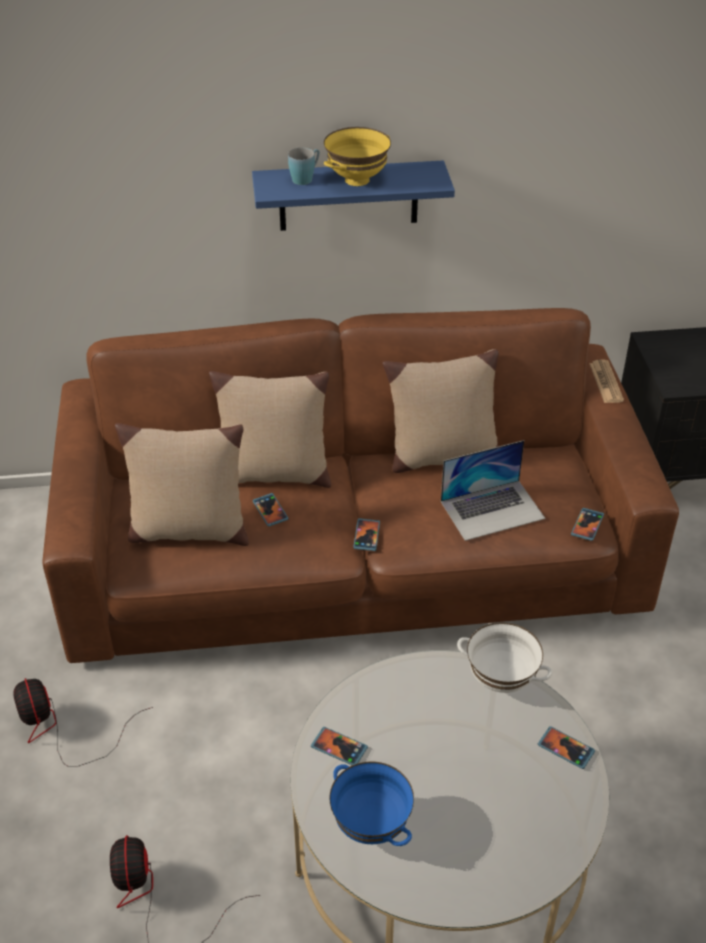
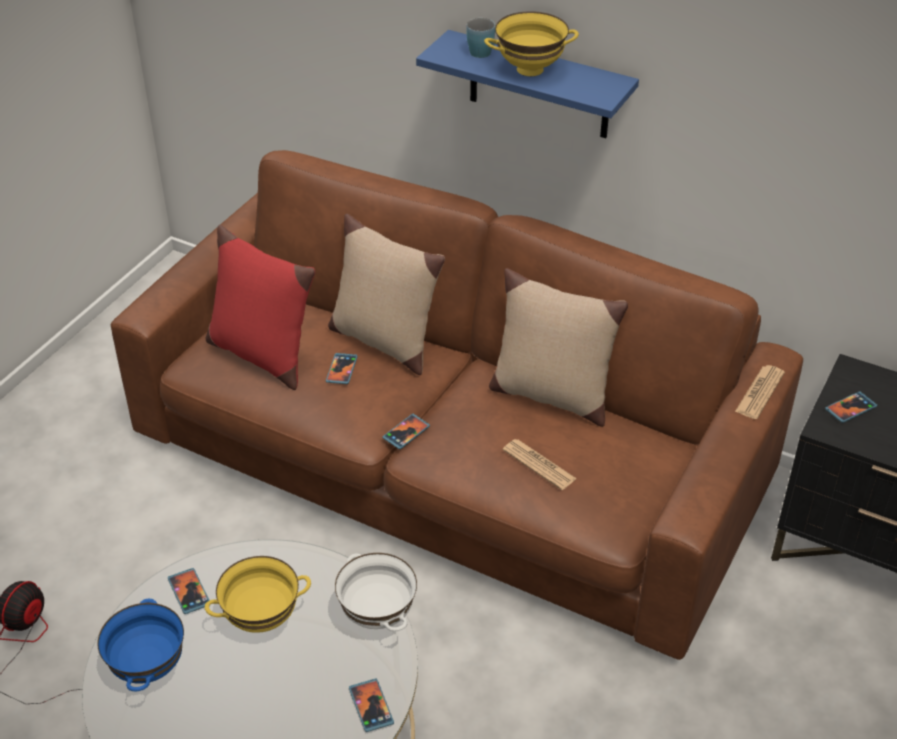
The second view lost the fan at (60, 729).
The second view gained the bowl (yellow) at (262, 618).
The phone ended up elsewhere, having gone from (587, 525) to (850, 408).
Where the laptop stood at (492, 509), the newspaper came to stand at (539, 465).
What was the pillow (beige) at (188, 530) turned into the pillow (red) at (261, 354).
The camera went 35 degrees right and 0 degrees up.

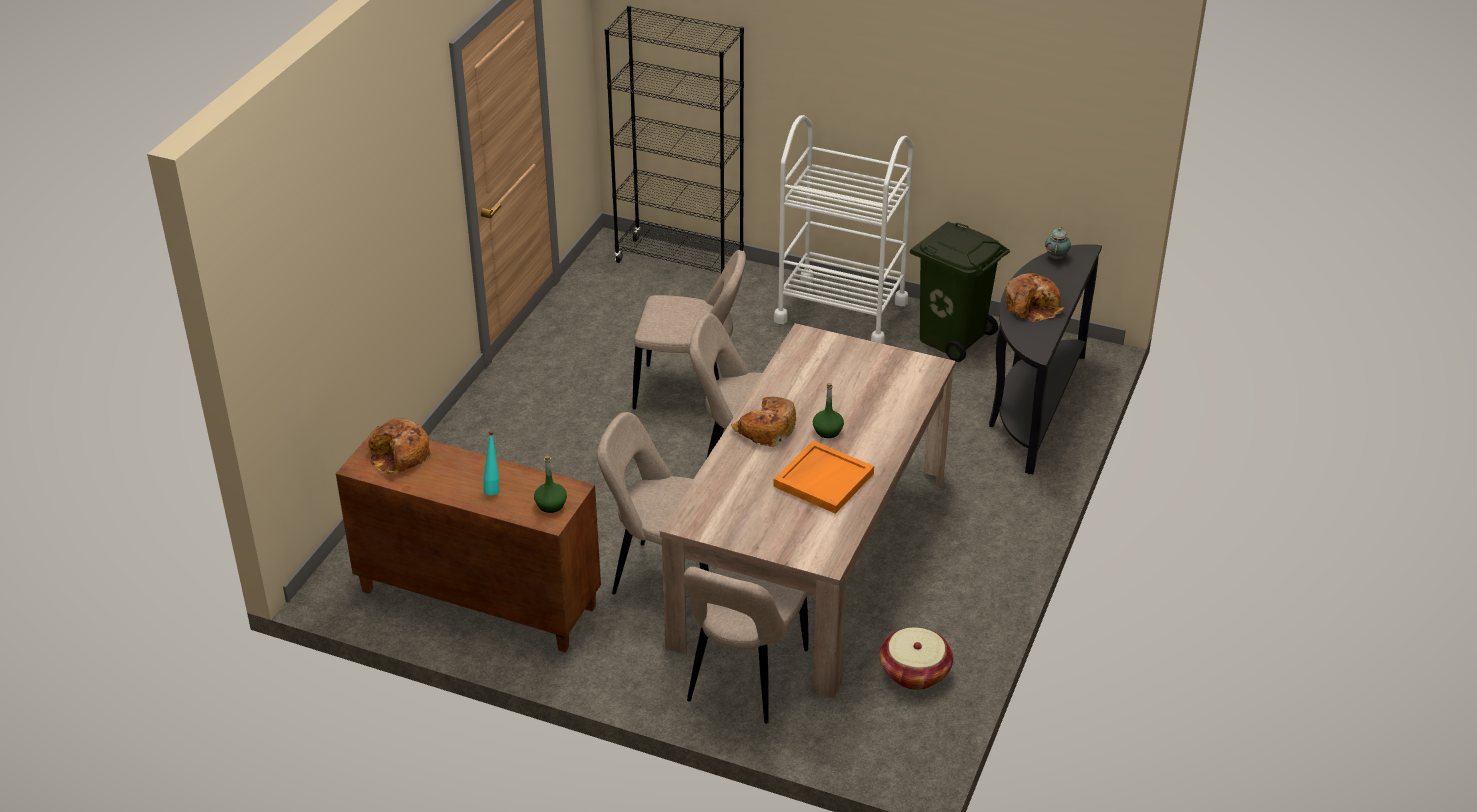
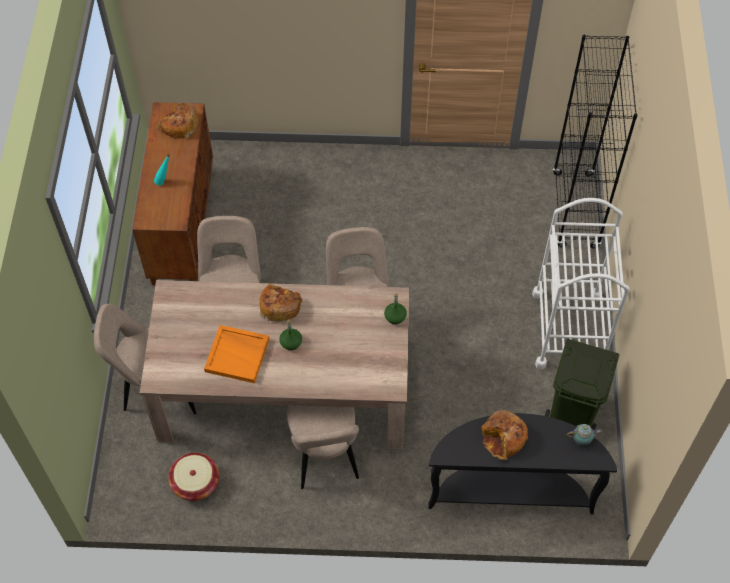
The bottle (green) ended up elsewhere, having gone from (551, 505) to (395, 317).
The chair (beige) ended up elsewhere, having gone from (691, 393) to (324, 454).
The camera went 70 degrees right and 20 degrees up.

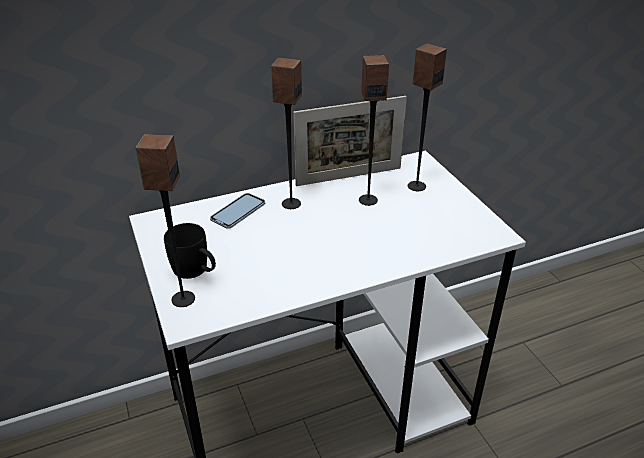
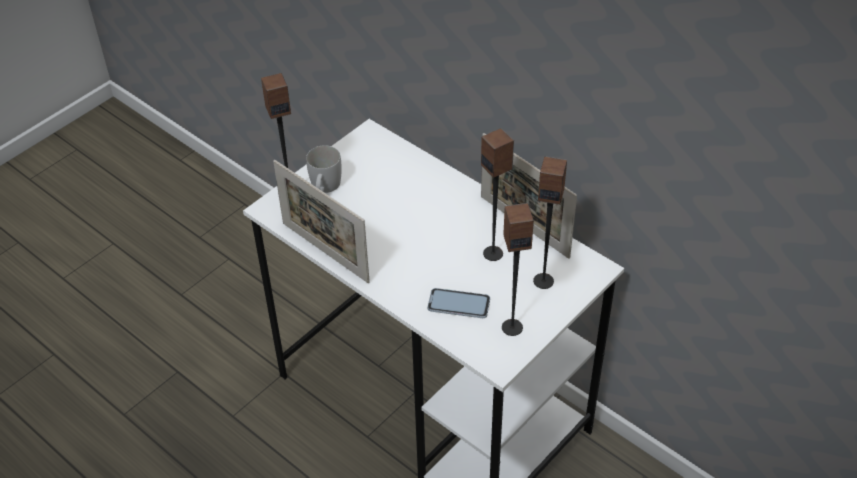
The second view gained the picture frame at (325, 252).
The phone ended up elsewhere, having gone from (238, 211) to (458, 304).
The speaker ended up elsewhere, having gone from (291, 203) to (512, 327).
What was the mug (black) at (195, 271) turned into the mug (white) at (324, 188).
The camera went 65 degrees right and 10 degrees up.

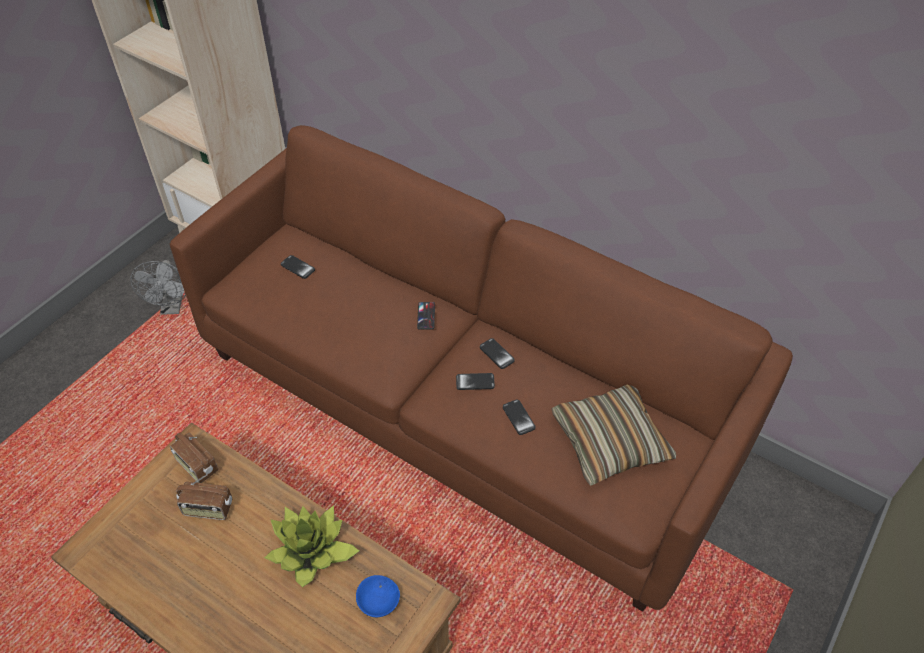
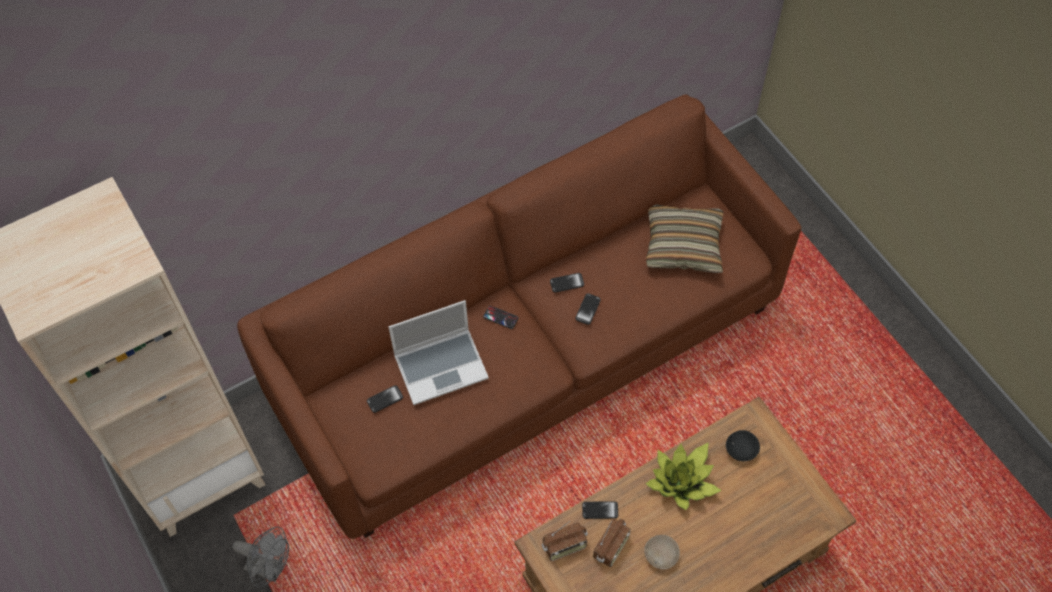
The second view gained the laptop at (441, 366).
The second view gained the bowl (beige) at (662, 555).
The phone ended up elsewhere, having gone from (518, 417) to (600, 510).
What was the bowl (blue) at (377, 601) turned into the bowl (black) at (741, 450).
The camera went 65 degrees left and 10 degrees up.

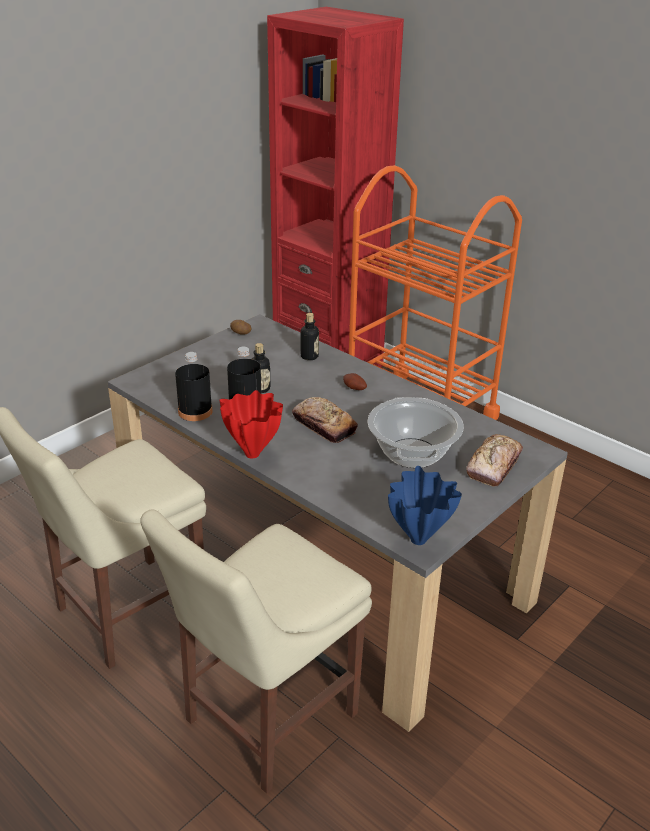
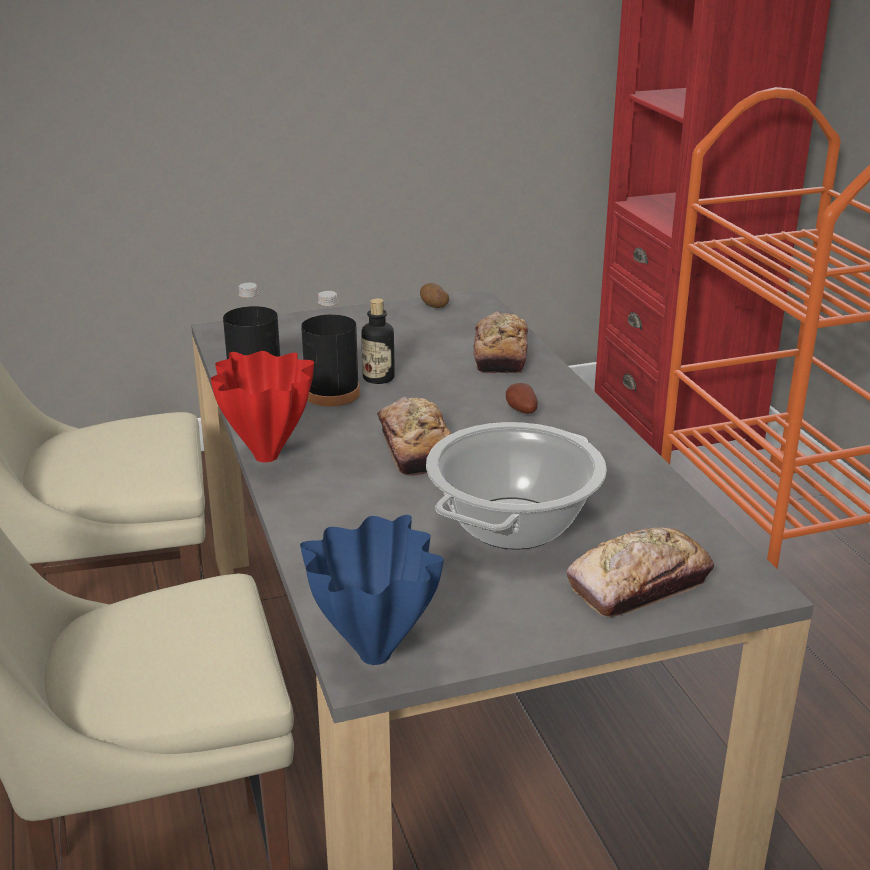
Where the bottle stood at (309, 356), the bread came to stand at (500, 354).
The camera went 30 degrees right and 5 degrees down.

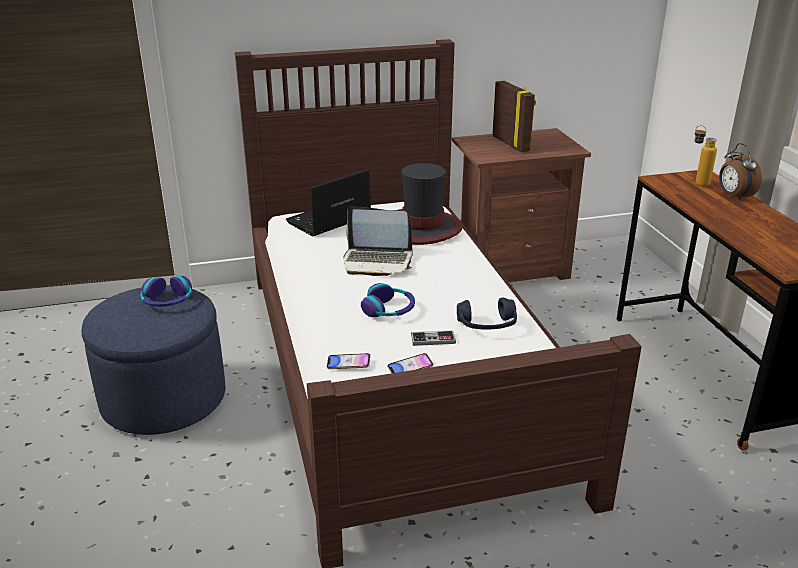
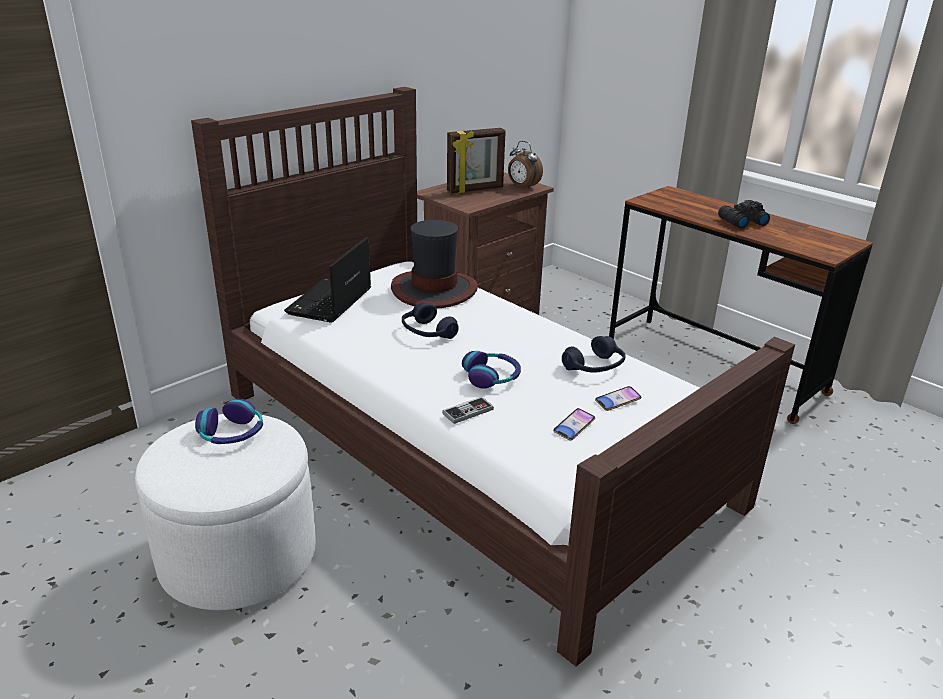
The second view lost the bottle at (697, 182).
The second view gained the binoculars (black) at (741, 221).
The phone ended up elsewhere, having gone from (348, 364) to (617, 401).
The game controller ended up elsewhere, having gone from (433, 339) to (468, 412).
The alarm clock ended up elsewhere, having gone from (733, 196) to (522, 187).
Where the laptop stood at (377, 261), the headphones (blue) came to stand at (427, 332).
What was the ottoman (blue) at (164, 399) turned into the ottoman (white) at (238, 556).
The picture frame at (511, 144) ended up facing another way, 120 degrees clockwise from before.
The camera went 30 degrees left and 0 degrees up.

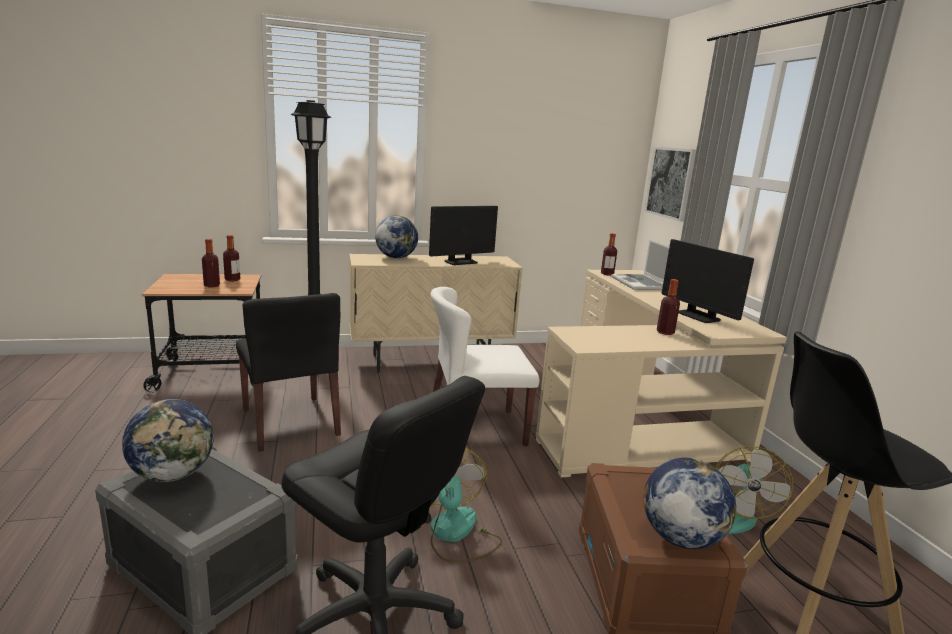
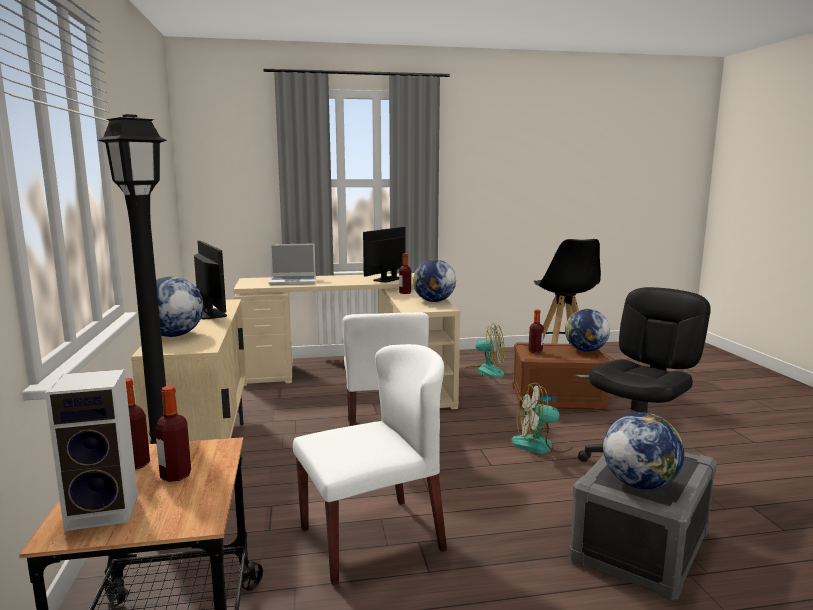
The second view lost the picture at (671, 182).
The second view gained the speaker at (106, 510).
The second view gained the globe at (434, 301).
The bottle ended up elsewhere, having gone from (607, 274) to (535, 351).
What was the chair (black) at (290, 422) turned into the chair (white) at (372, 538).
The monitor at (698, 316) ended up facing another way, 150 degrees clockwise from before.
The camera went 85 degrees left and 5 degrees down.

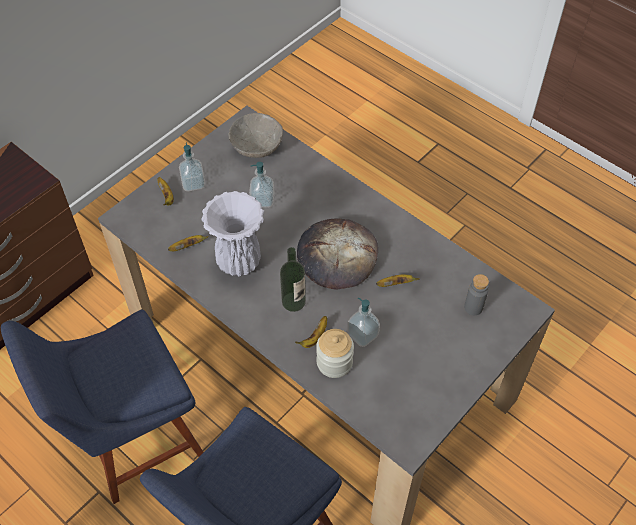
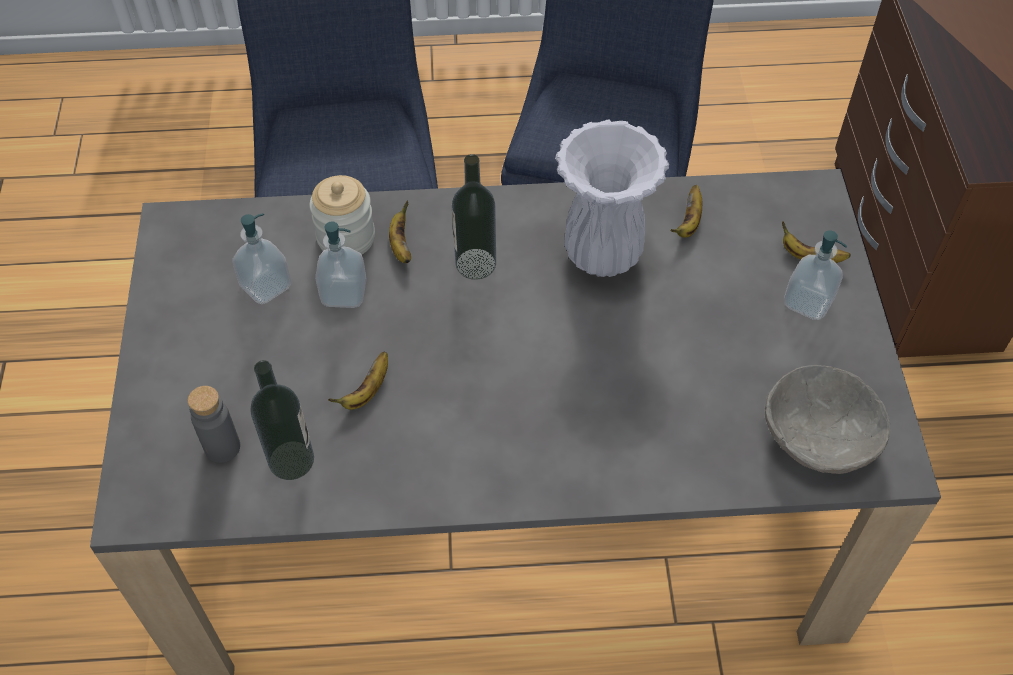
The second view lost the bread at (337, 256).
The second view gained the bottle at (291, 460).
The soap dispenser ended up elsewhere, having gone from (262, 200) to (266, 286).
The camera went 135 degrees right and 0 degrees up.

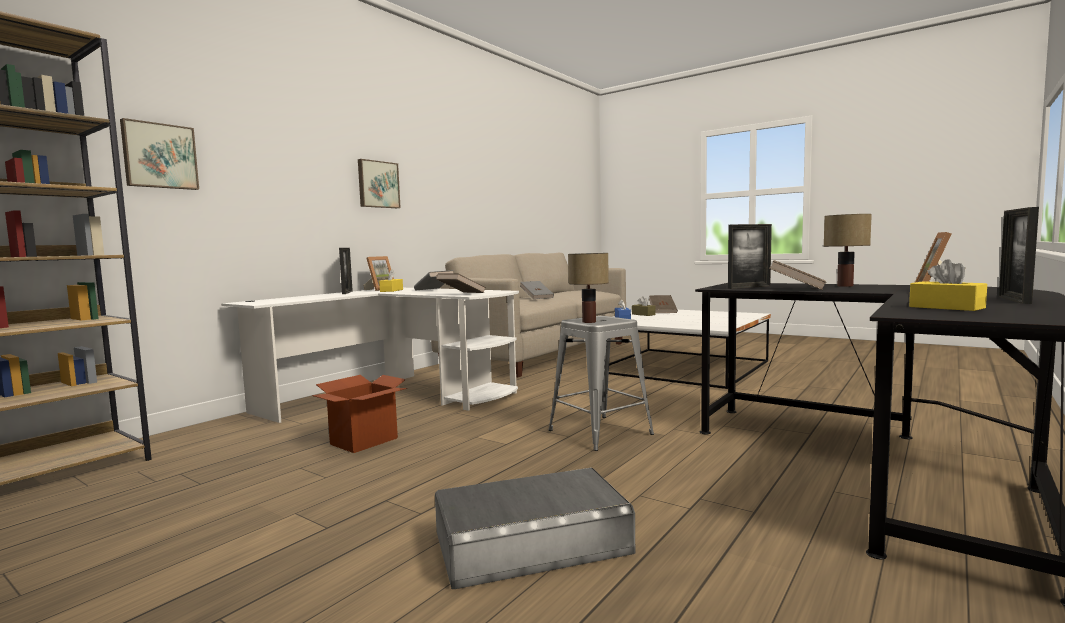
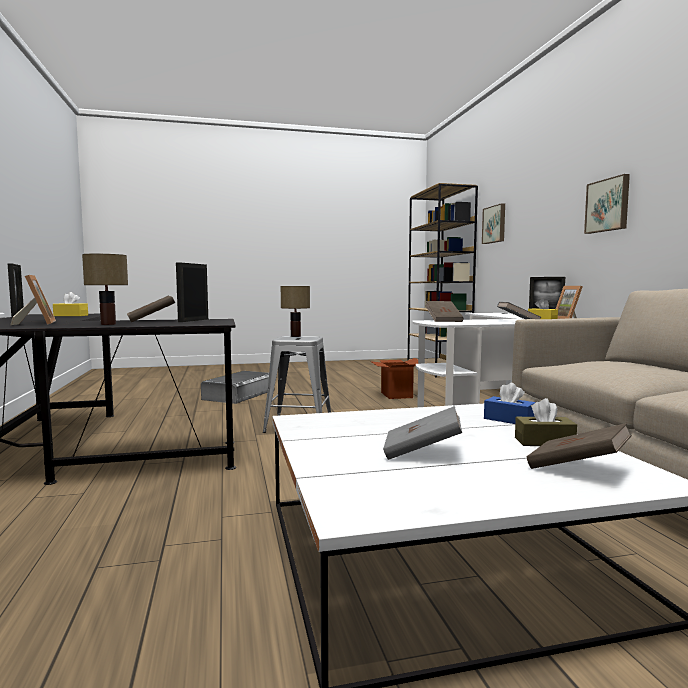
The book (grey) ended up elsewhere, having gone from (537, 297) to (422, 452).
The camera went 130 degrees right and 0 degrees up.

